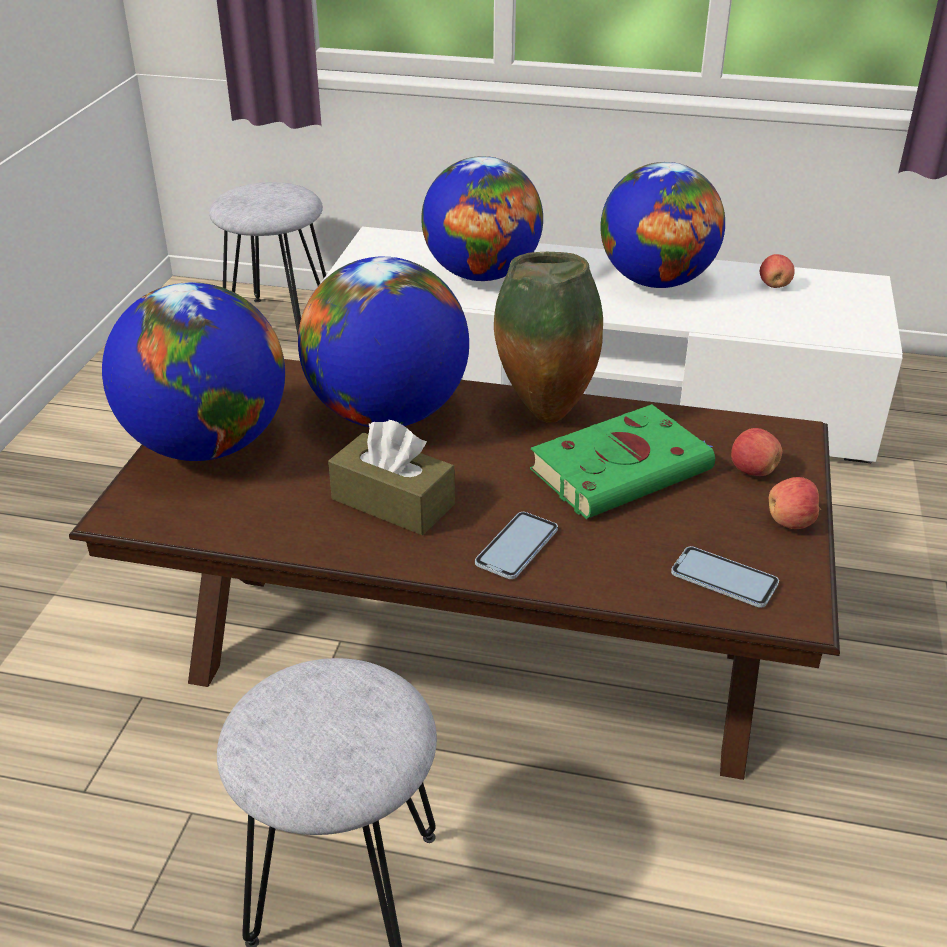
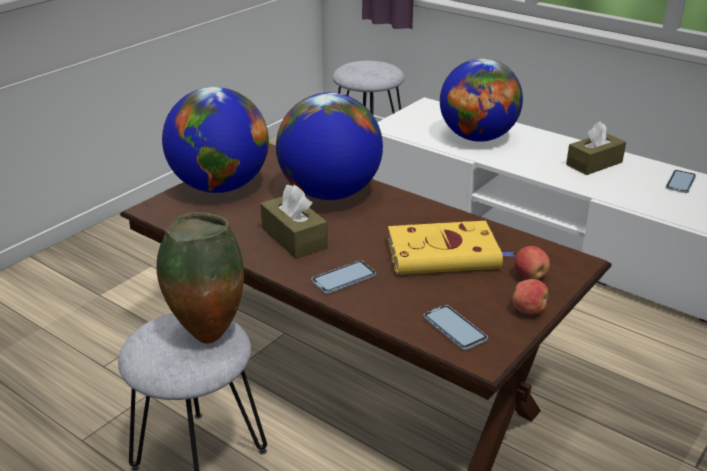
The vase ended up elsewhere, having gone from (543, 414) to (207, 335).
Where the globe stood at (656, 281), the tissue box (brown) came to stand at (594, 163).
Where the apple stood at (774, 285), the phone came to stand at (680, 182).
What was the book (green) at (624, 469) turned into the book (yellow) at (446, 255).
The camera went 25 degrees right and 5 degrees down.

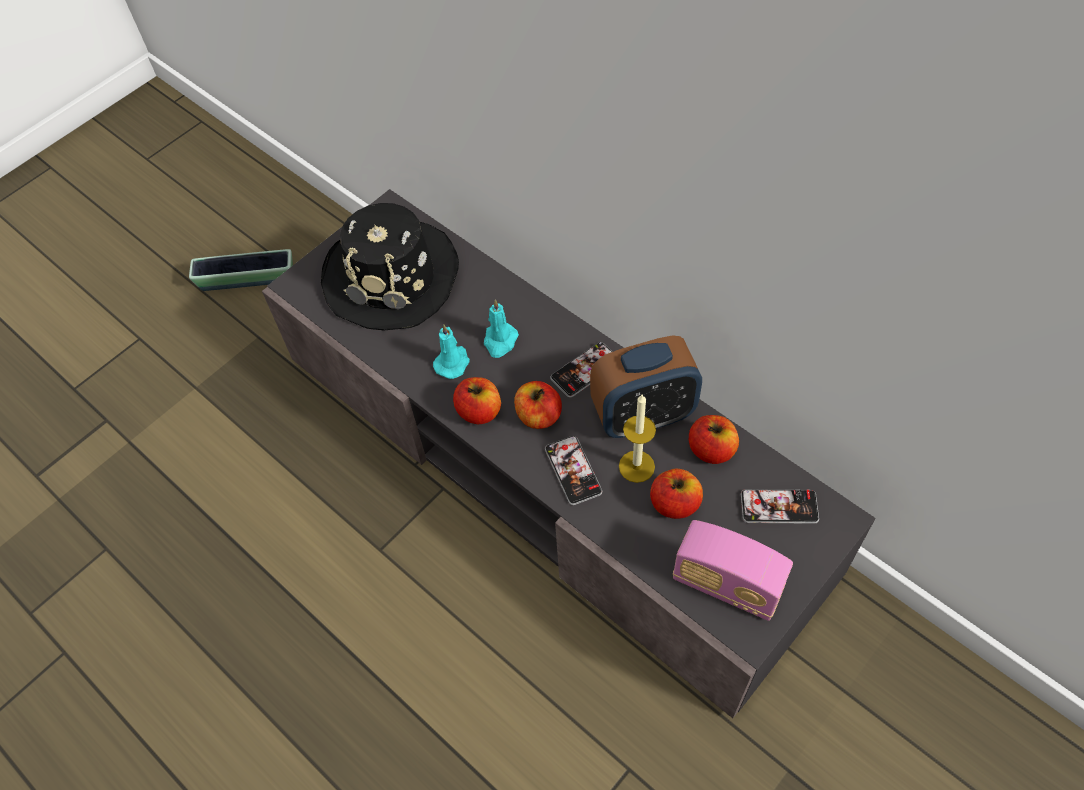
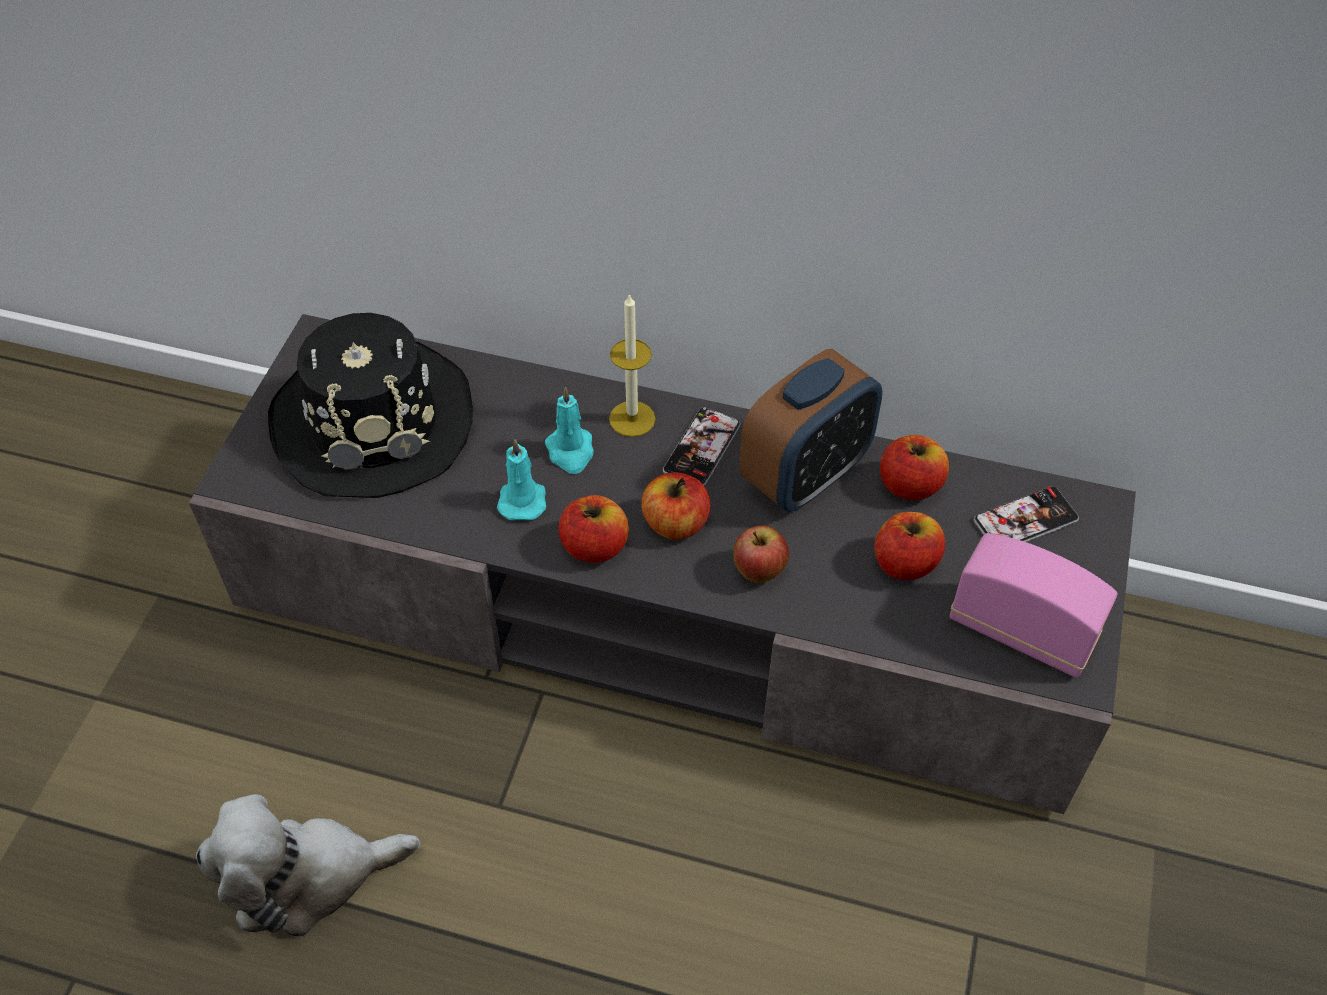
The second view lost the planter at (247, 280).
The second view gained the plush toy at (307, 877).
The candle ended up elsewhere, having gone from (636, 466) to (632, 419).
Where the phone stood at (573, 470), the apple came to stand at (758, 572).
The radio at (726, 584) ended up facing another way, 150 degrees counterclockwise from before.
The camera went 30 degrees left and 5 degrees down.

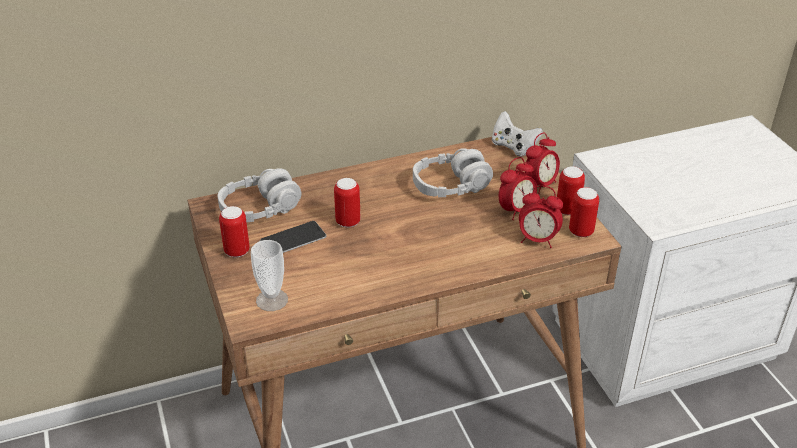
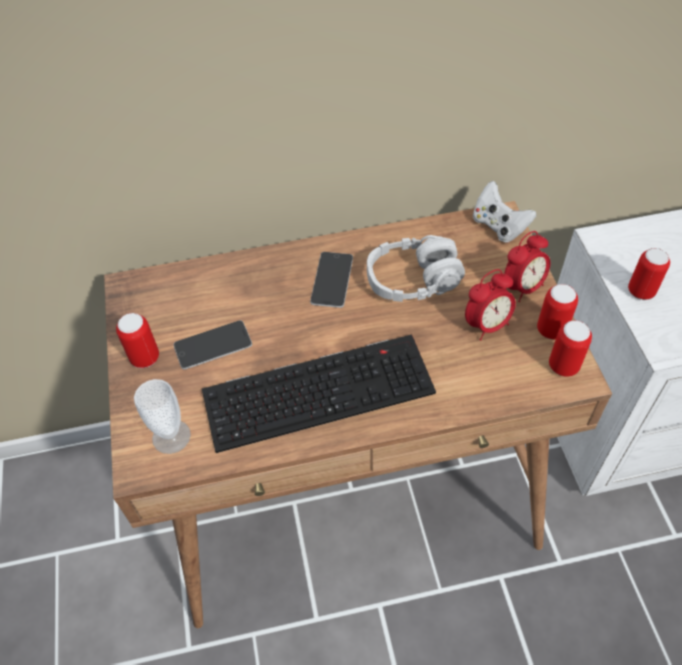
The second view lost the headphones (grey) at (260, 208).
The second view lost the alarm clock at (537, 240).
The second view gained the keyboard at (320, 389).
The second view gained the phone at (332, 279).
The can ended up elsewhere, having gone from (348, 222) to (641, 291).
The camera went 10 degrees right and 15 degrees up.

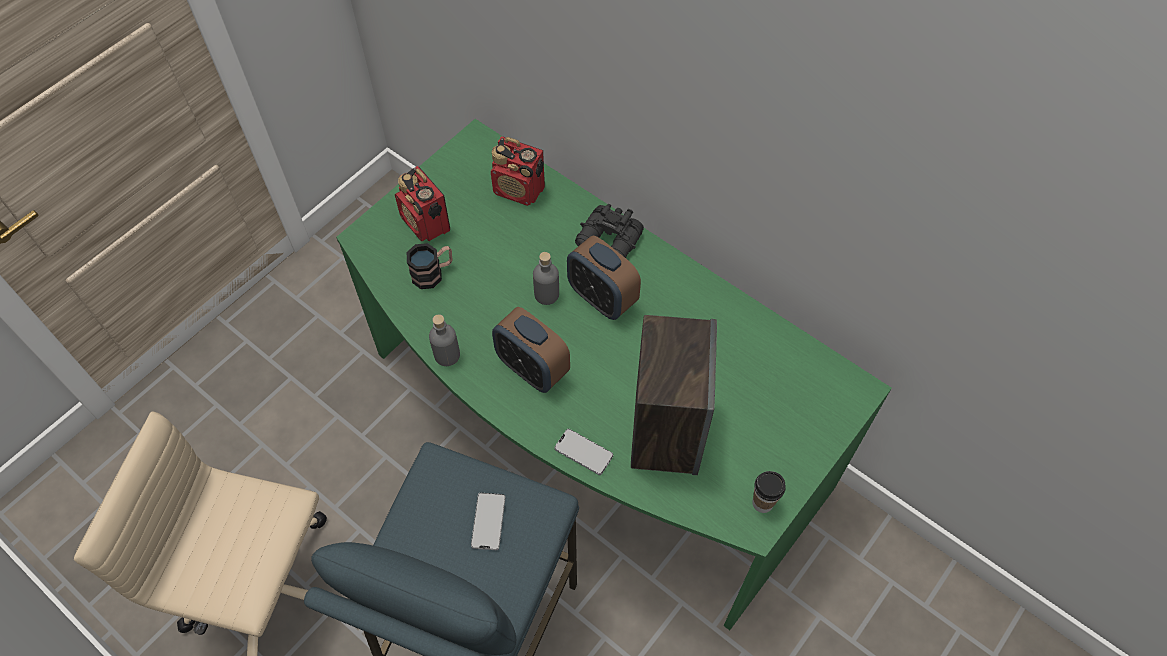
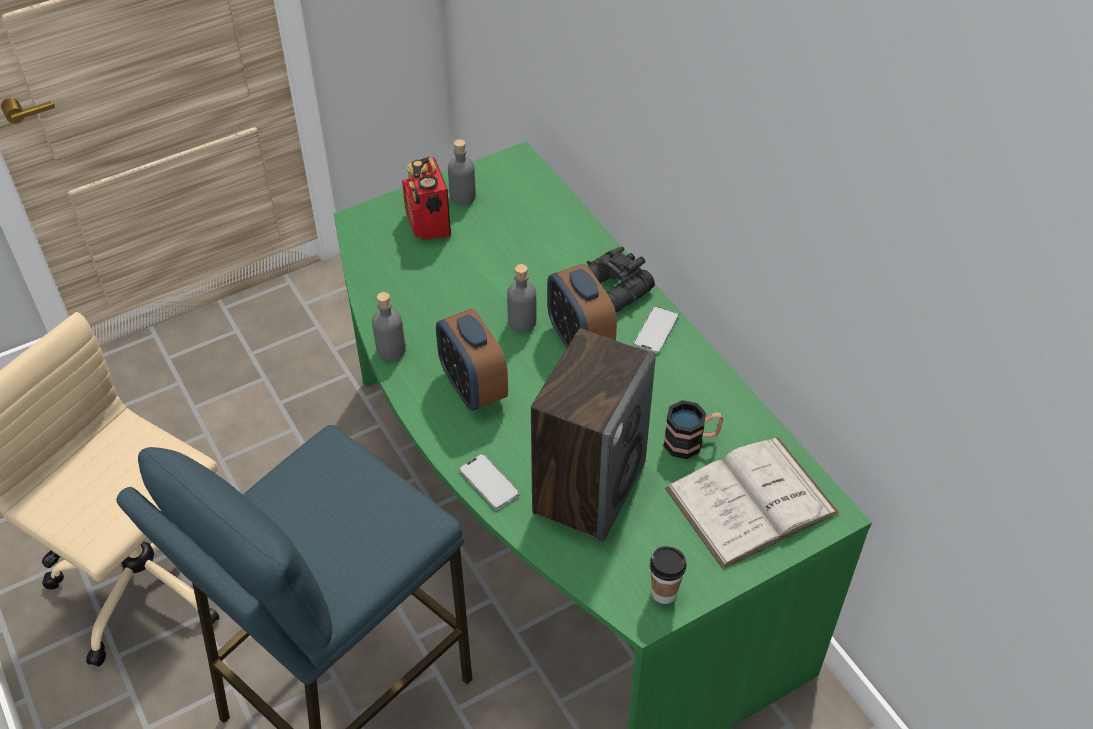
The second view lost the radio at (519, 190).
The second view gained the bottle (grey) at (462, 197).
The second view gained the book (white) at (751, 501).
The mug ended up elsewhere, having gone from (433, 273) to (691, 442).
The phone ended up elsewhere, having gone from (488, 521) to (656, 331).
The camera went 20 degrees right and 10 degrees down.

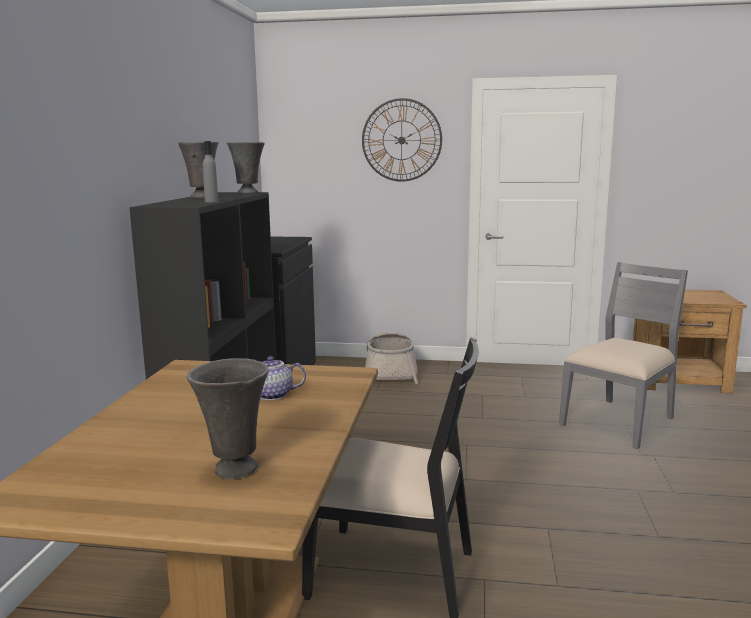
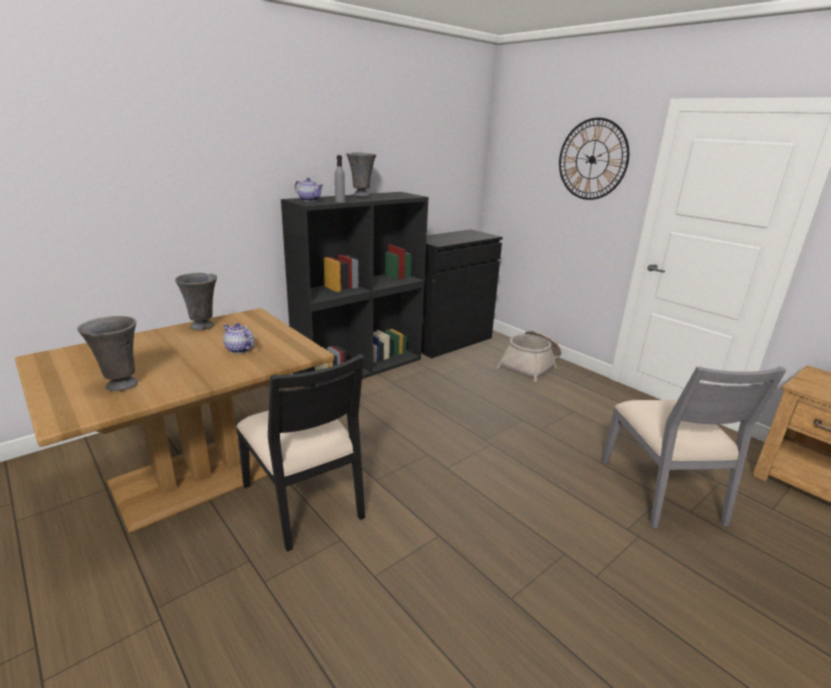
The second view gained the teapot at (310, 200).
The vase (grey) ended up elsewhere, having gone from (248, 193) to (203, 327).
The chair (grey) at (619, 421) ended up facing another way, 90 degrees clockwise from before.
The camera went 40 degrees right and 10 degrees up.

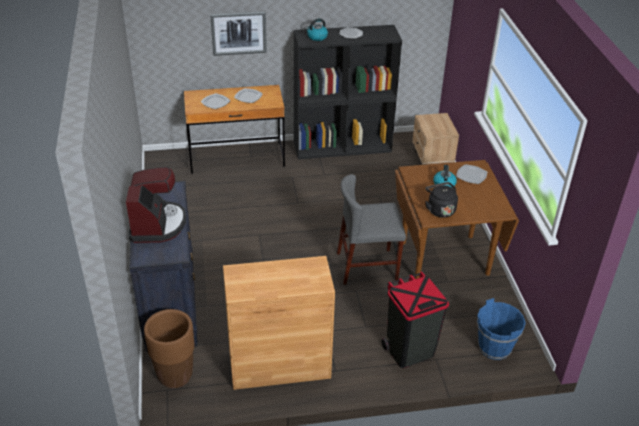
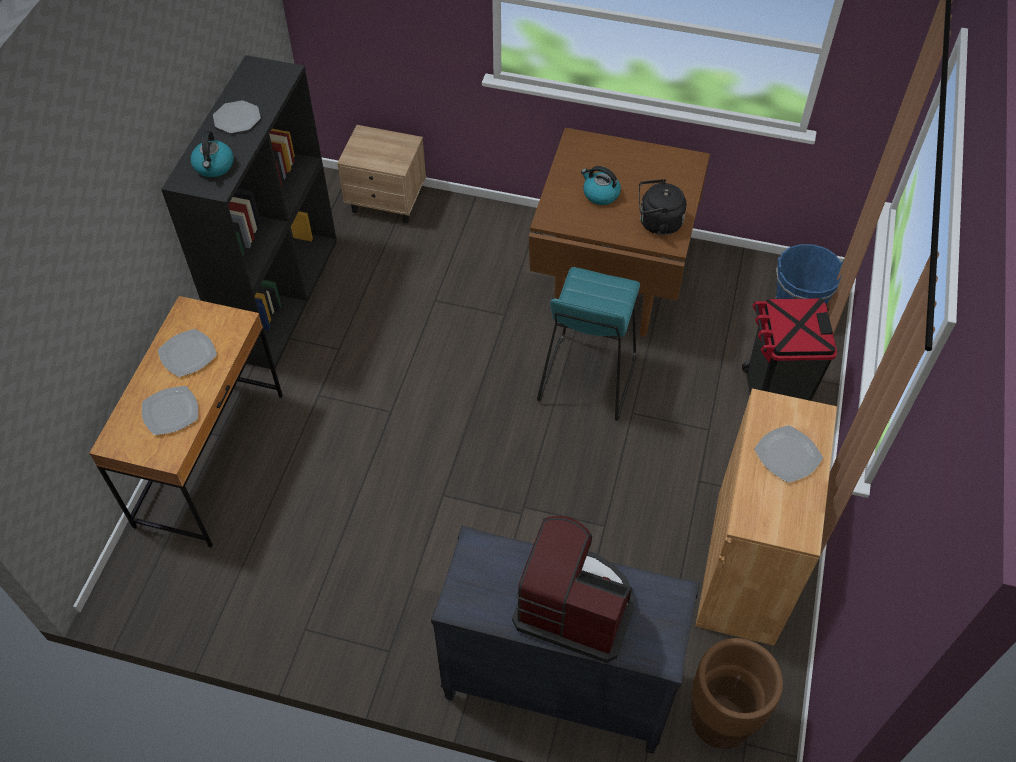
The second view lost the picture at (238, 33).
The plate ended up elsewhere, having gone from (471, 175) to (787, 454).
Where the chair (grey) stood at (367, 266), the stool (turquoise) came to stand at (586, 379).
The camera went 65 degrees left and 15 degrees up.

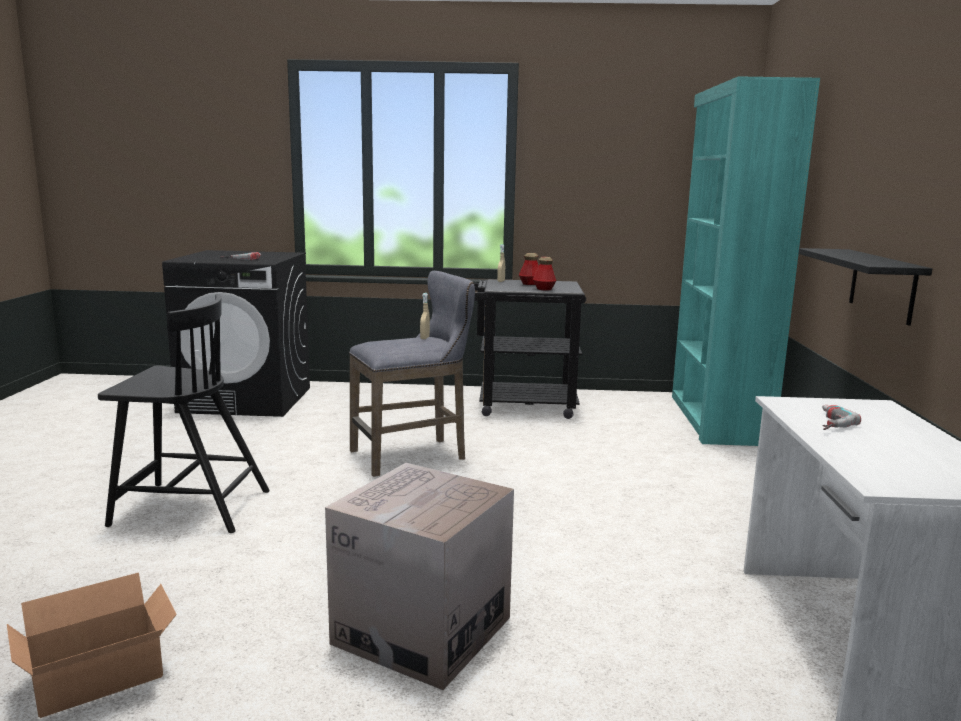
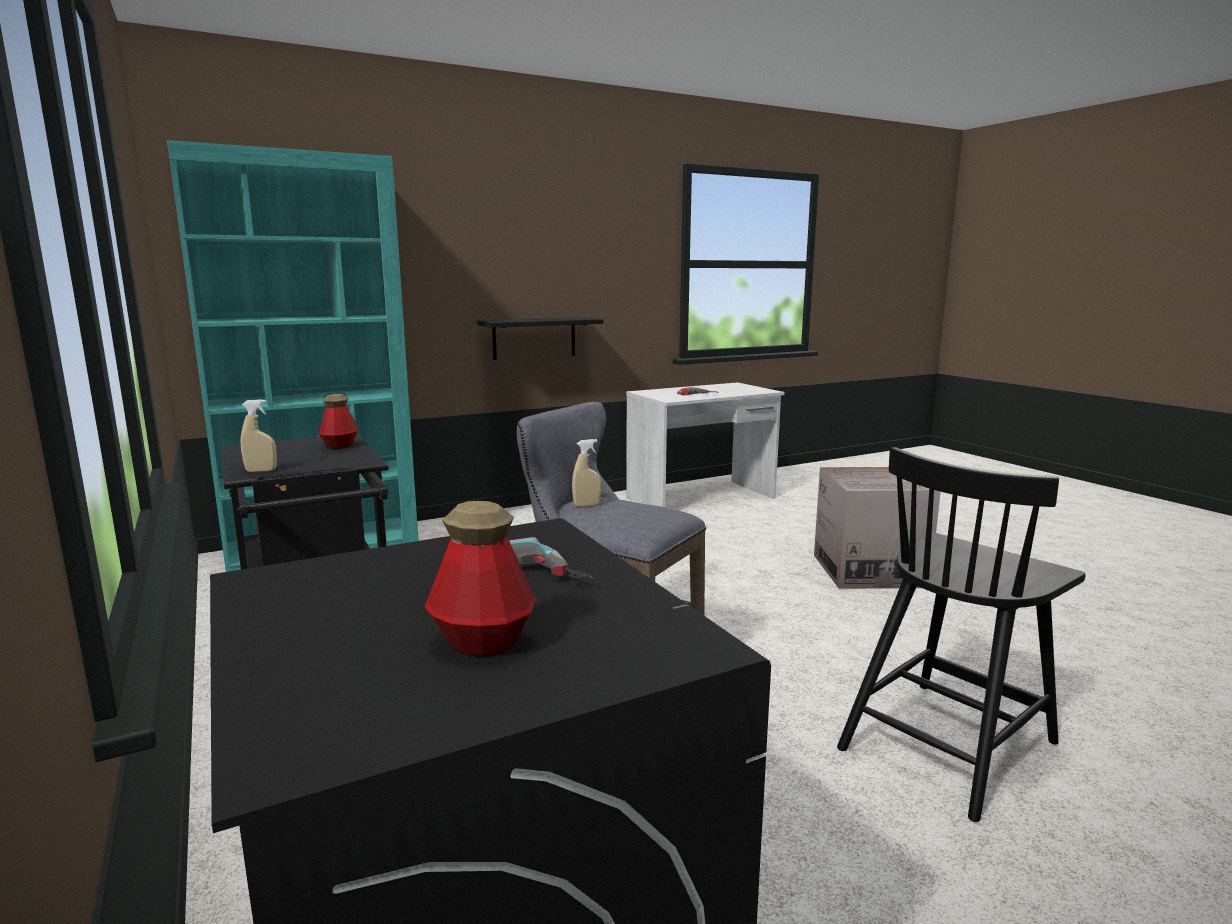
The second view lost the cardboard box at (101, 678).
The bottle ended up elsewhere, having gone from (530, 284) to (482, 642).
The chair (black) at (188, 507) ended up facing another way, 105 degrees counterclockwise from before.
The camera went 120 degrees left and 0 degrees up.

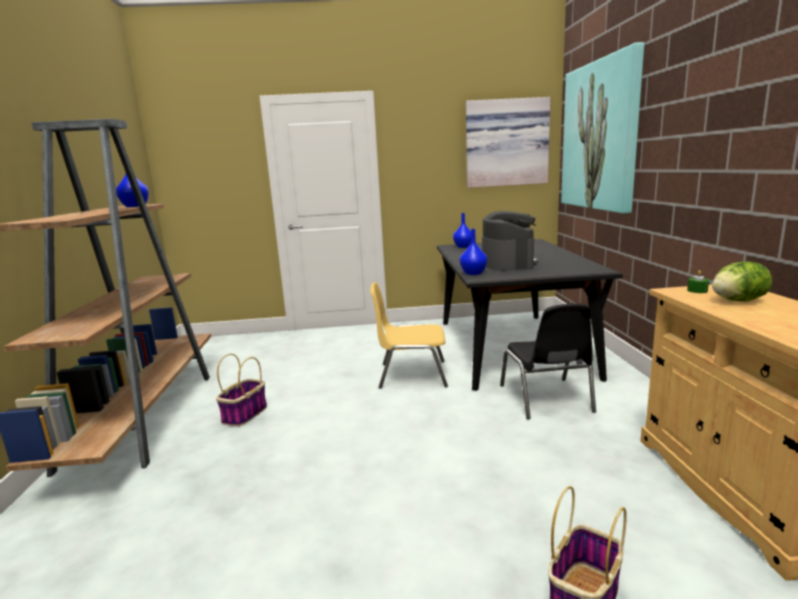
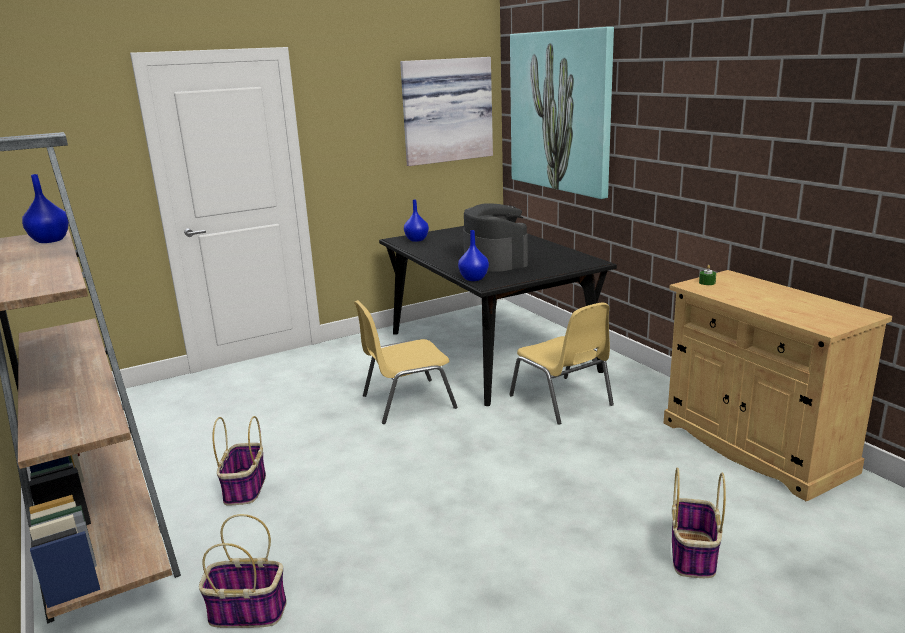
The second view lost the lettuce at (738, 301).
The second view gained the basket at (246, 612).
What was the chair (black) at (546, 399) turned into the chair (yellow) at (562, 401).
The camera went 25 degrees left and 5 degrees up.

